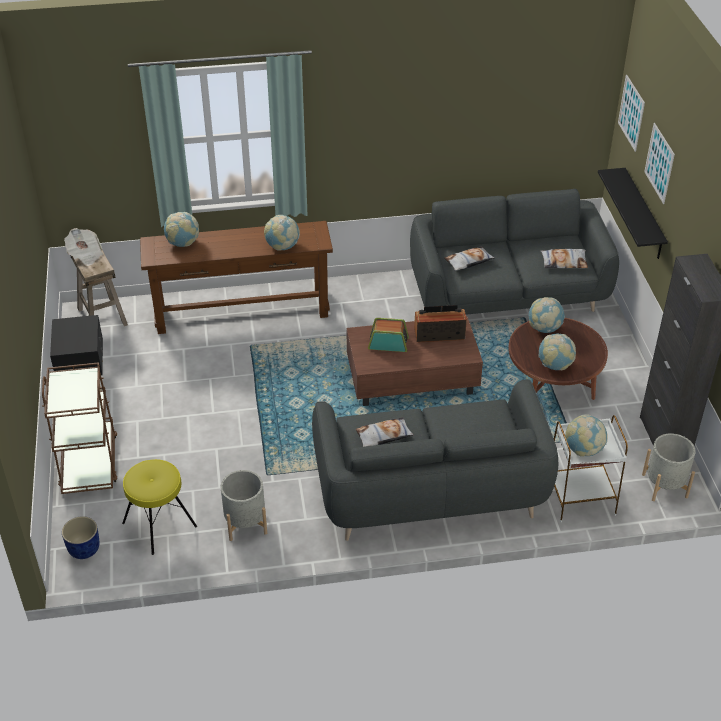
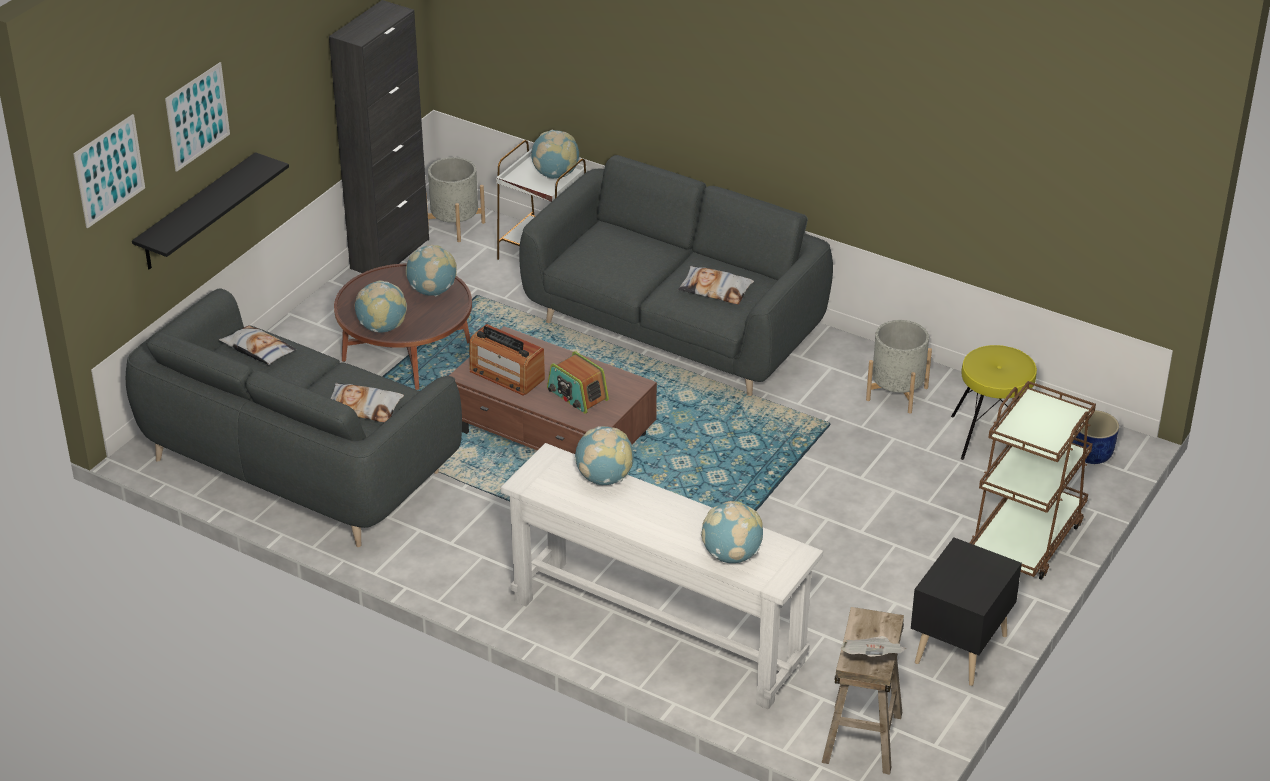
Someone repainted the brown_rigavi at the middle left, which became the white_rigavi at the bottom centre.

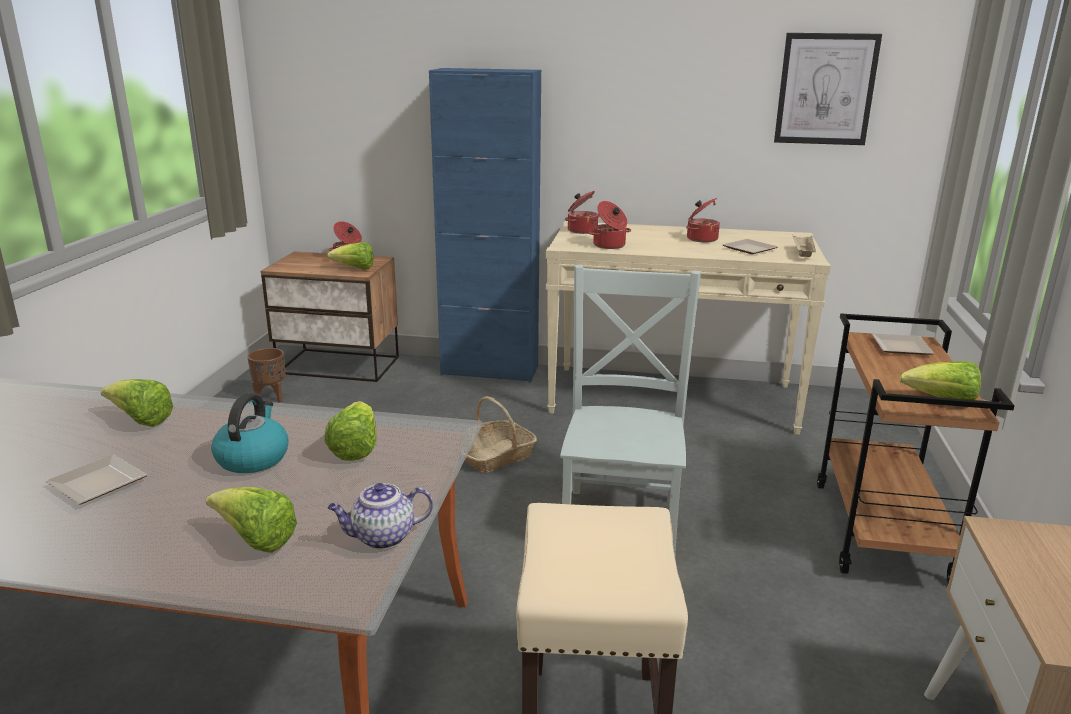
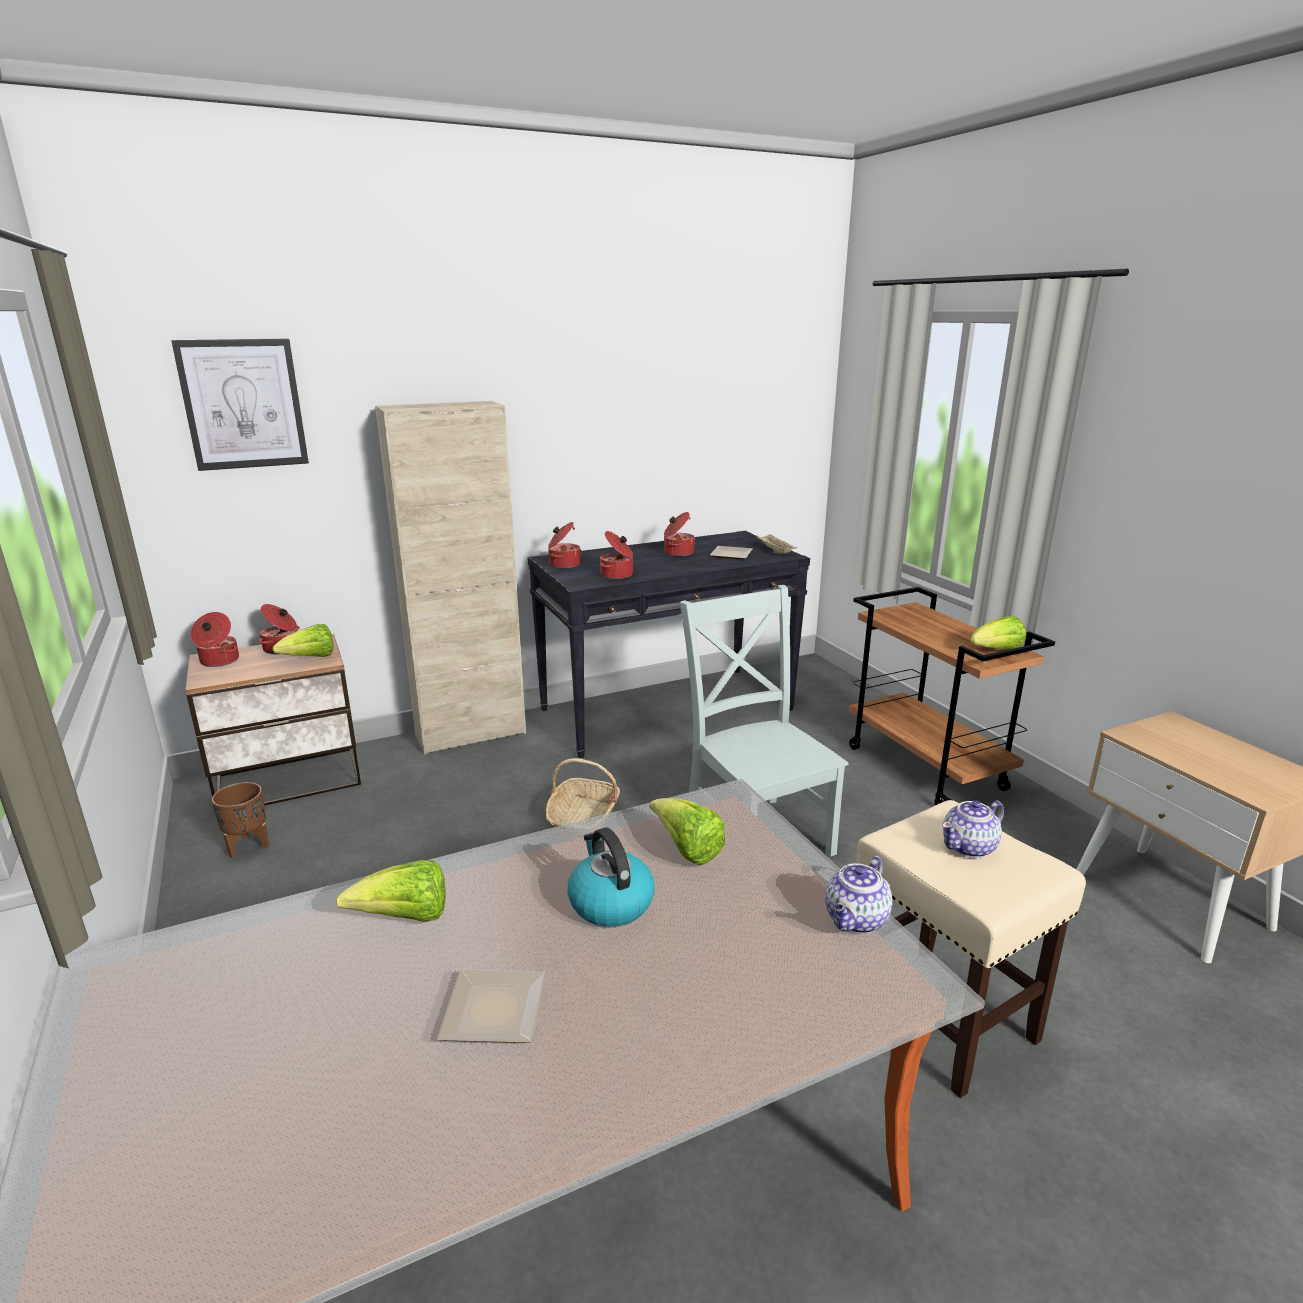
Someone took away the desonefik (no. 2 from left) at the bottom left.
Someone repainted the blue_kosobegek at the top centre, which became the beige_kosobegek at the centre.
Someone repainted the beige_rigavi at the centre, which became the black_rigavi at the centre.
Someone carried the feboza from the top right to the top left.
Someone took away the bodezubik (no. 3 from left) at the middle right.
Someone put down the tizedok (no. 1 from left) at the middle left.
Someone put down the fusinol (no. 2 from left) at the middle right.

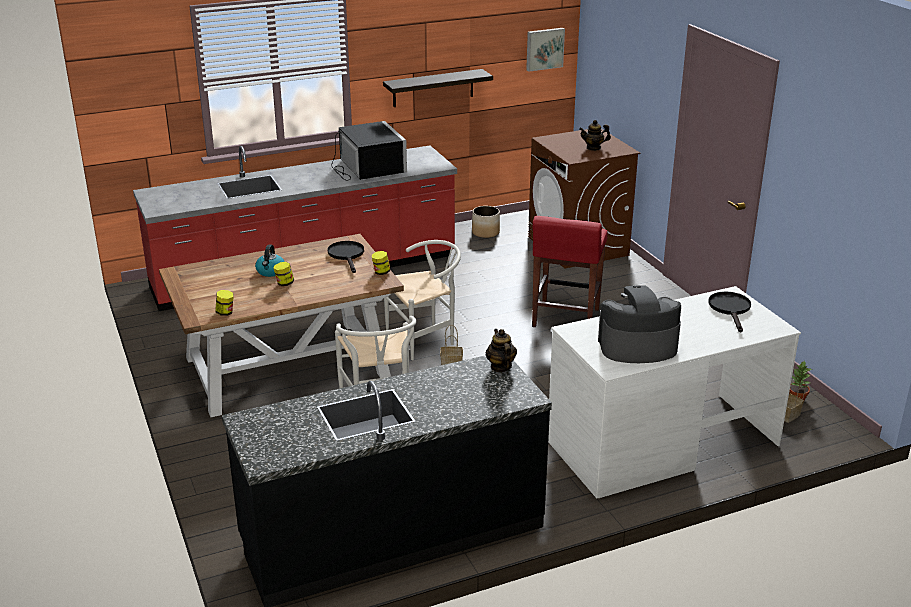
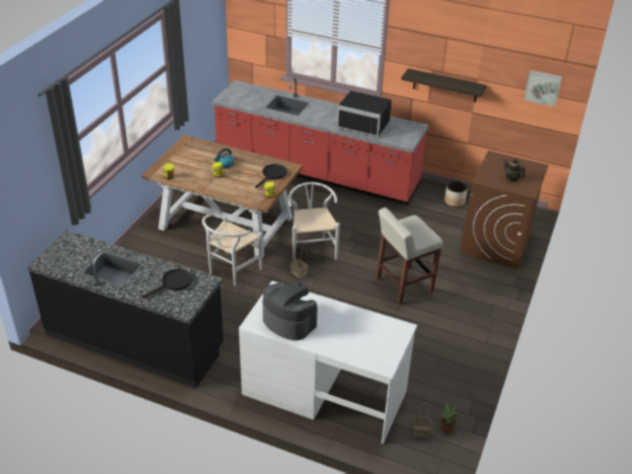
Someone rotated the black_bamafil at the top centre by 90 degrees clockwise.
Someone rotated the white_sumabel (no. 2 from left) at the centre by 120 degrees counterclockwise.
Someone took away the fusinol (no. 1 from left) at the centre.
Someone repainted the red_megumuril at the centre, which became the beige_megumuril at the centre.
Someone carried the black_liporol (no. 2 from left in the first image) from the middle right to the middle left.

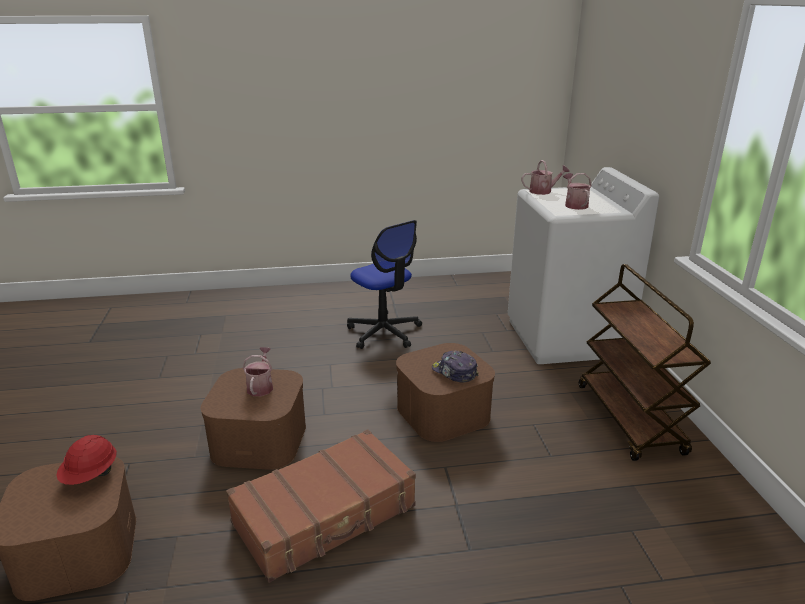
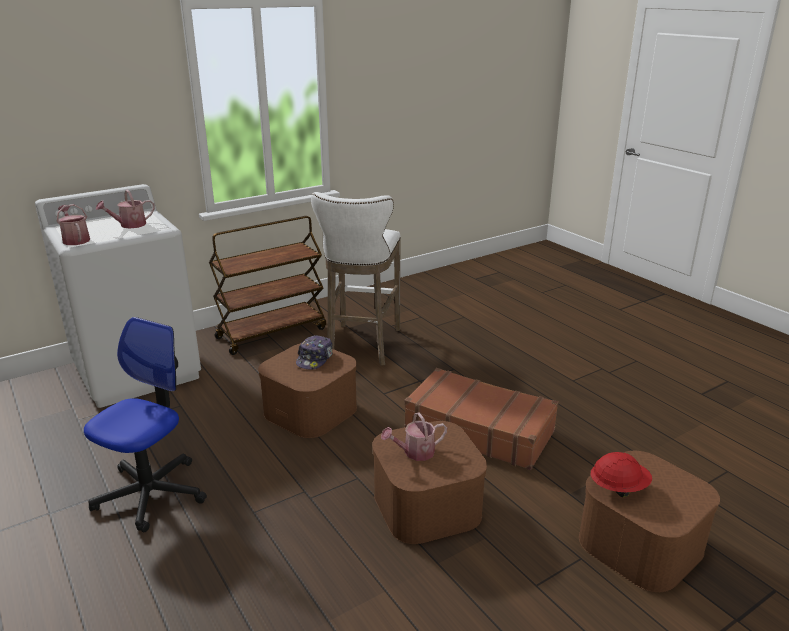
Someone put down the white_megumuril at the centre.

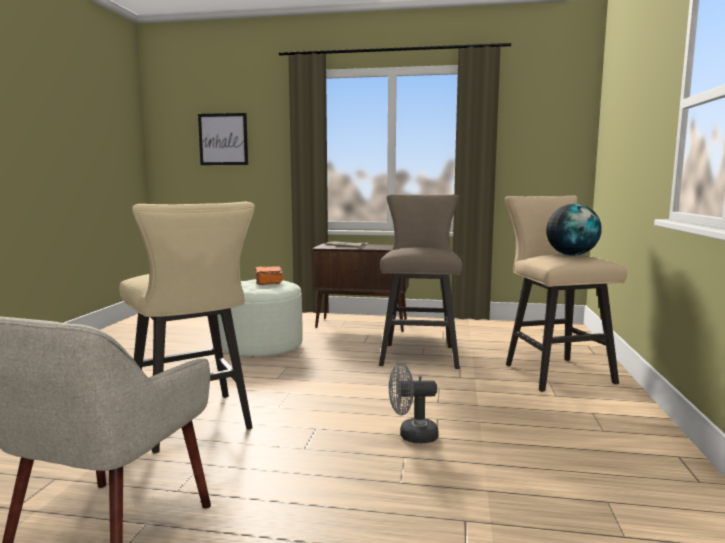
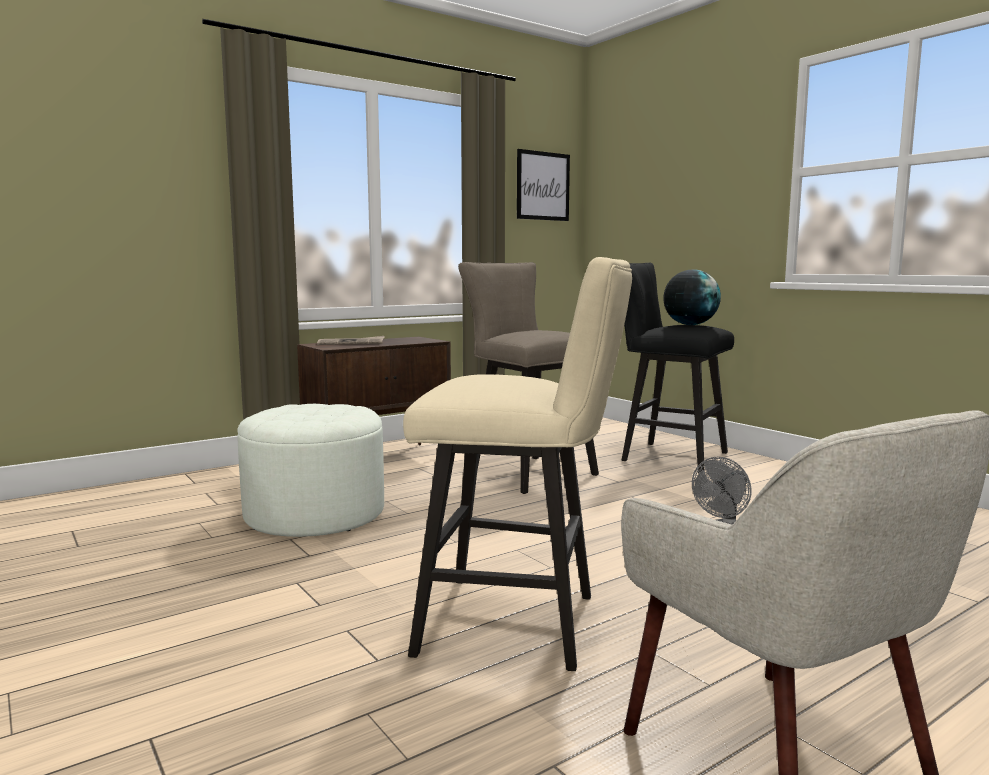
Someone carried the feboza from the top left to the top centre.
Someone took away the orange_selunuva at the centre.
Someone repainted the beige_megumuril (no. 3 from left) at the middle right, which became the black_megumuril at the middle right.

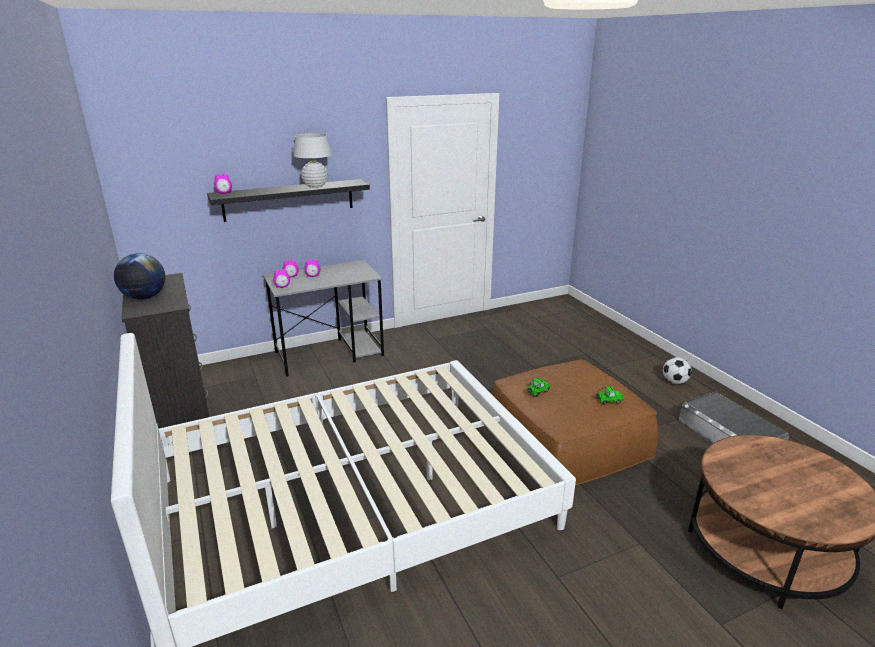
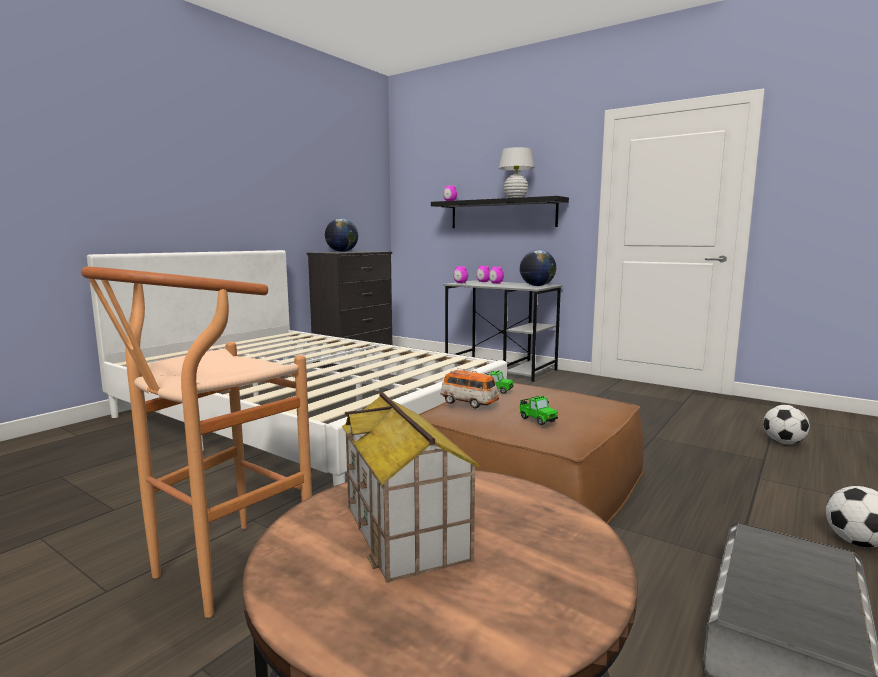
Someone put down the brown_megumuril at the middle left.
Someone put down the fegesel at the bottom centre.
Someone put down the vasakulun (no. 1 from left) at the centre.
Someone put down the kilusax (no. 2 from left) at the centre.
Someone put down the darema (no. 1 from left) at the middle right.

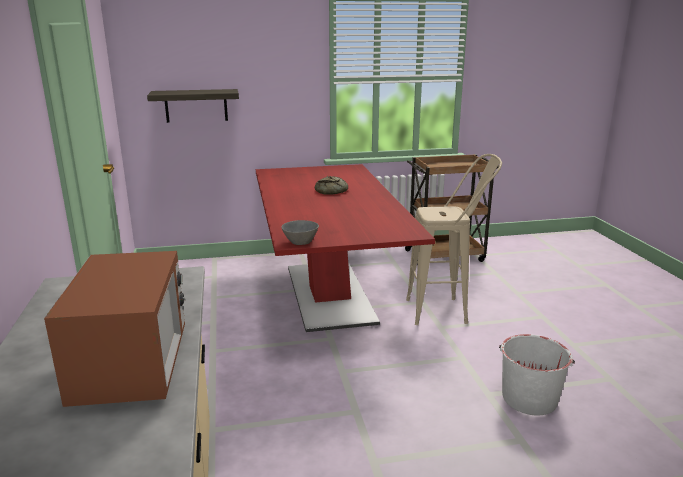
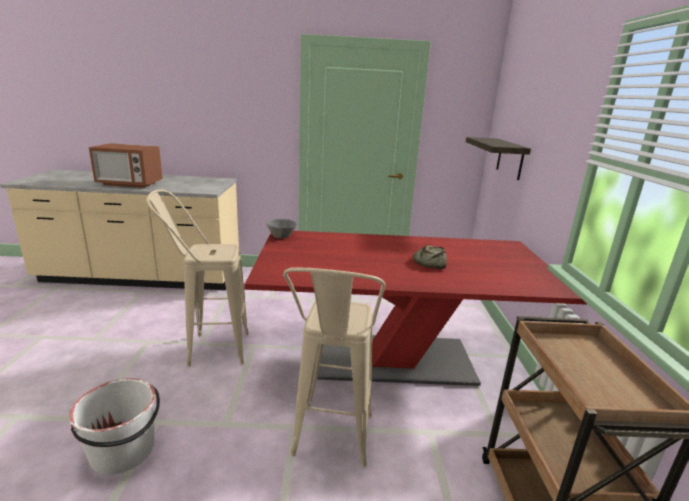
Someone put down the beige_megumuril (no. 1 from left) at the middle left.

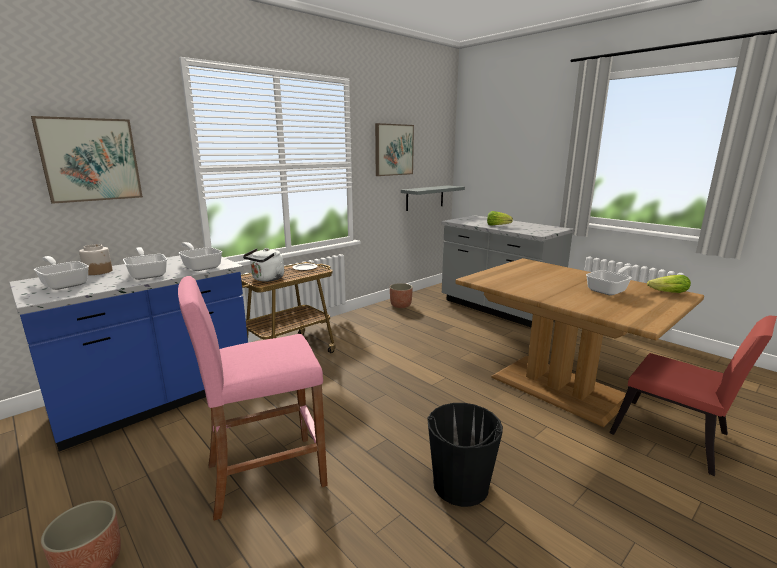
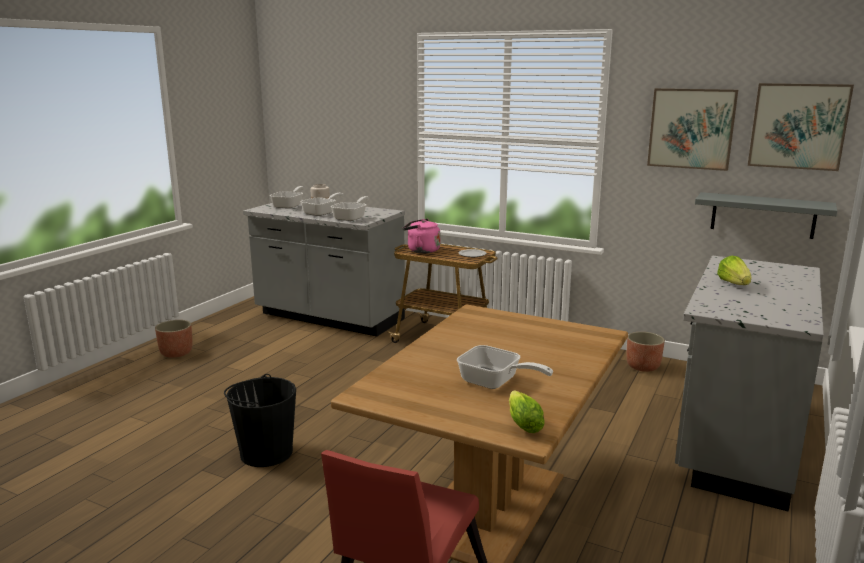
Someone repainted the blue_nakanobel at the middle left, which became the grey_nakanobel (no. 1 from left) at the centre.
Someone carried the feboza (no. 1 from left in the first image) from the top left to the top right.
Someone took away the pink_megumuril at the bottom left.
Someone repainted the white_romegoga at the centre, which became the pink_romegoga at the centre.

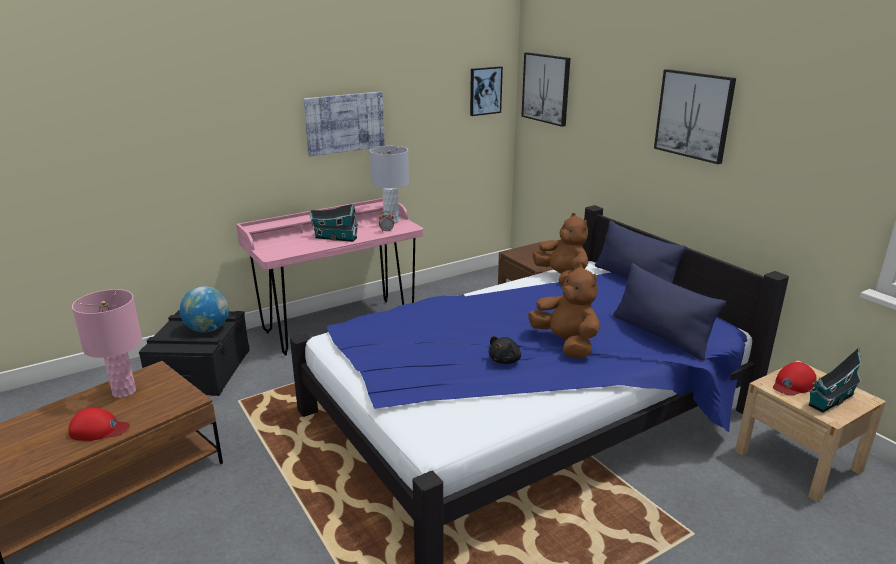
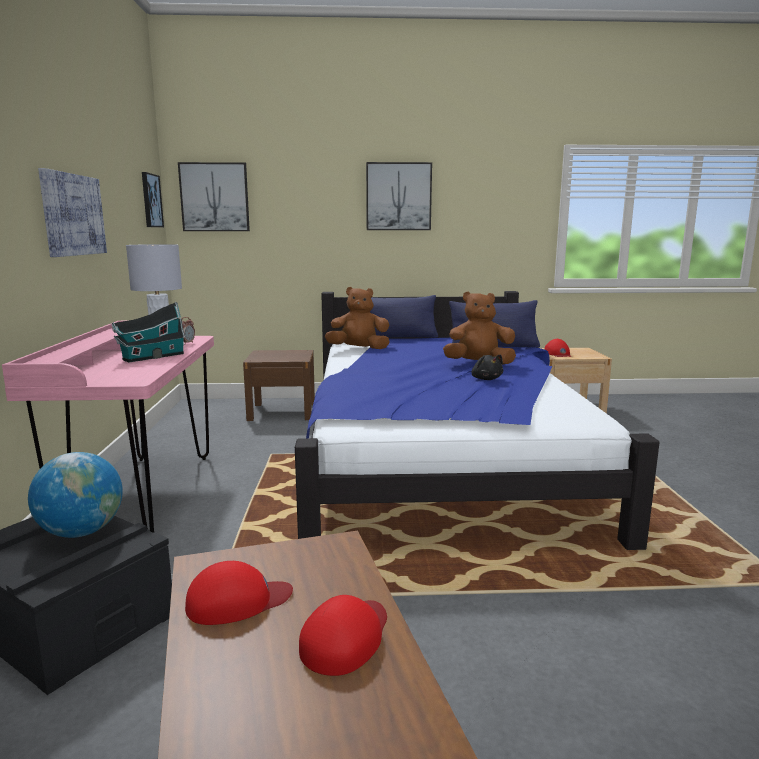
Someone swapped the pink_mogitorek at the middle left for the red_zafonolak (no. 1 from left) at the bottom left.
Someone took away the fegesel (no. 2 from left) at the bottom right.

